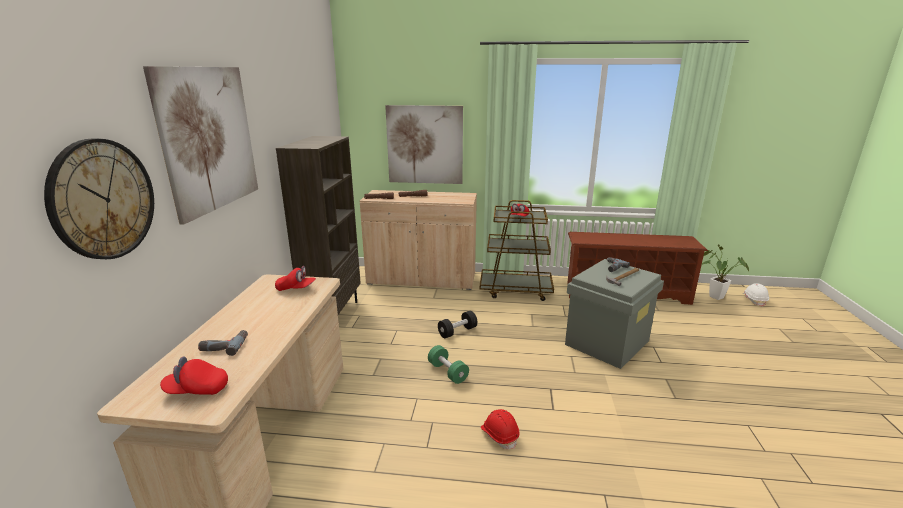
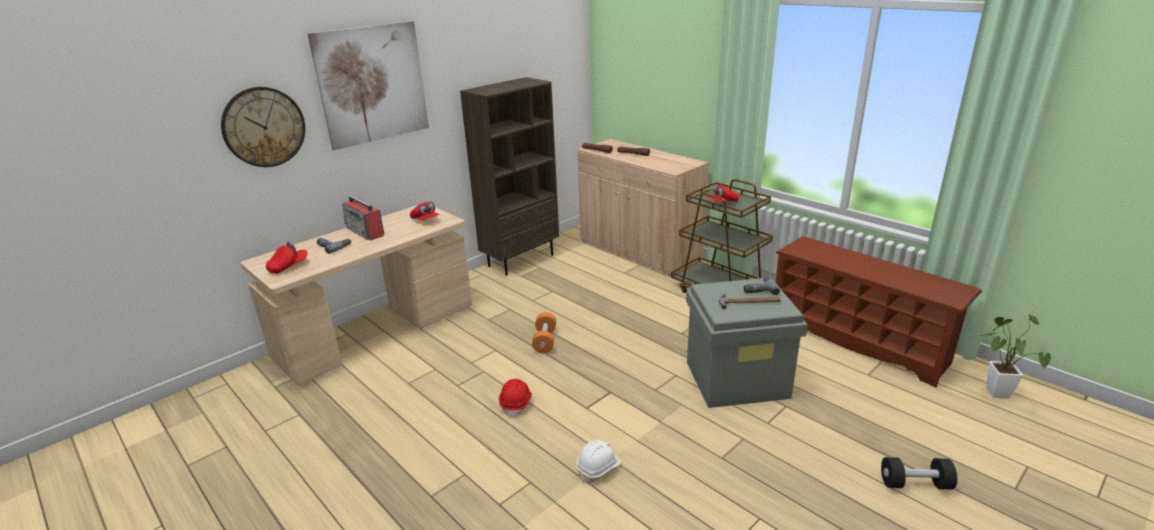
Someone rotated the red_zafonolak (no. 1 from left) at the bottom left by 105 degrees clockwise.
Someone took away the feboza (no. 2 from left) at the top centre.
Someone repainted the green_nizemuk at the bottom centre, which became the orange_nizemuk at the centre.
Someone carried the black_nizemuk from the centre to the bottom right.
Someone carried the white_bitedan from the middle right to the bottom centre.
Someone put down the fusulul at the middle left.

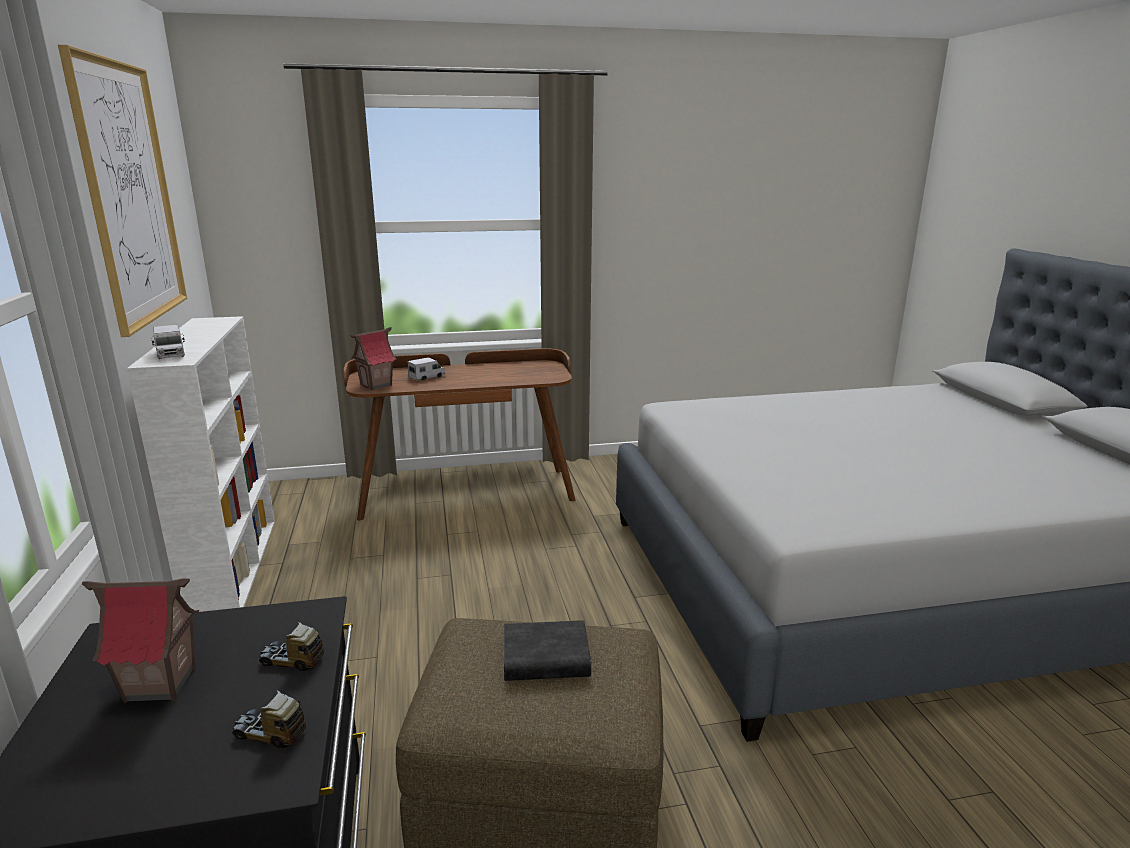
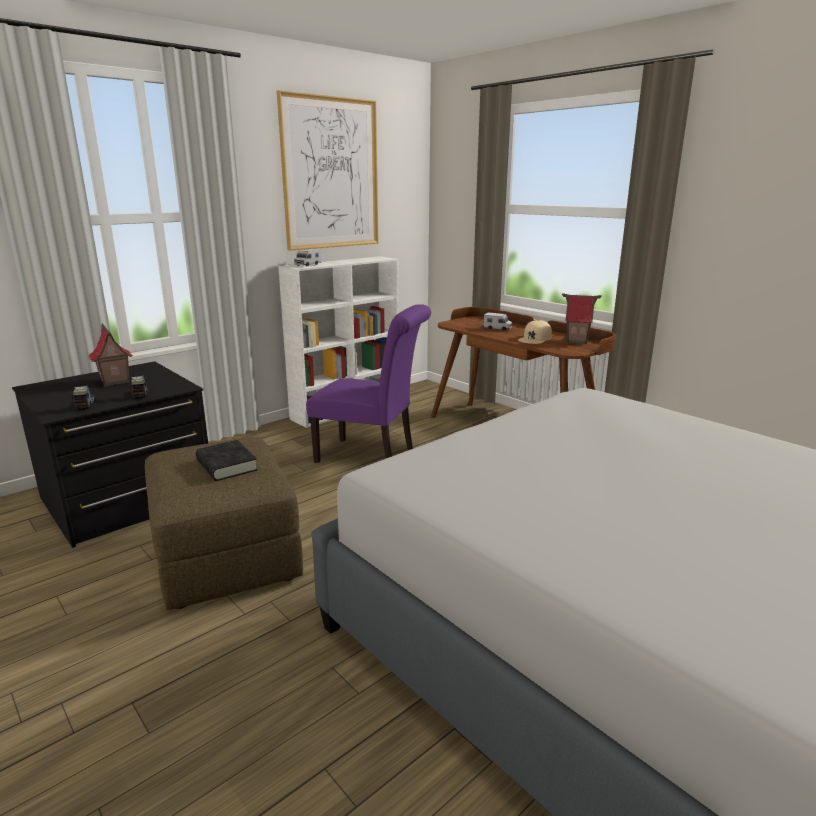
Someone carried the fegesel (no. 2 from left) from the middle left to the middle right.
Someone put down the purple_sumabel at the centre.
Someone put down the beige_zafonolak at the centre.

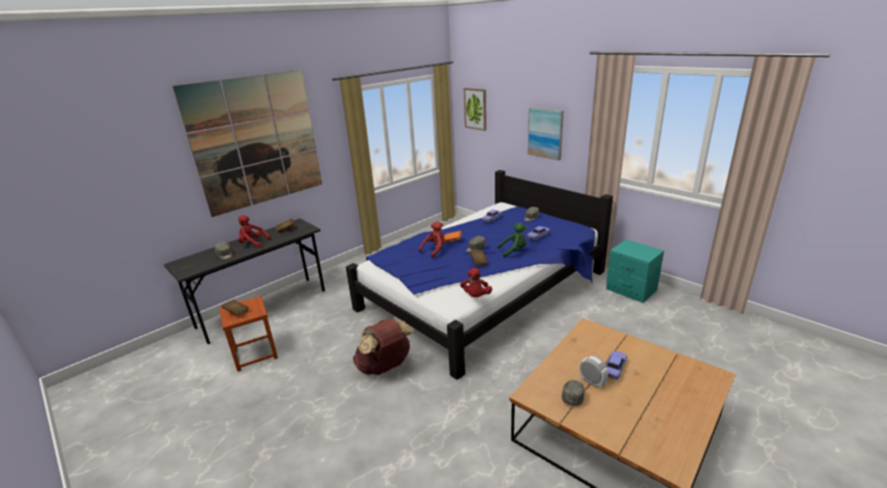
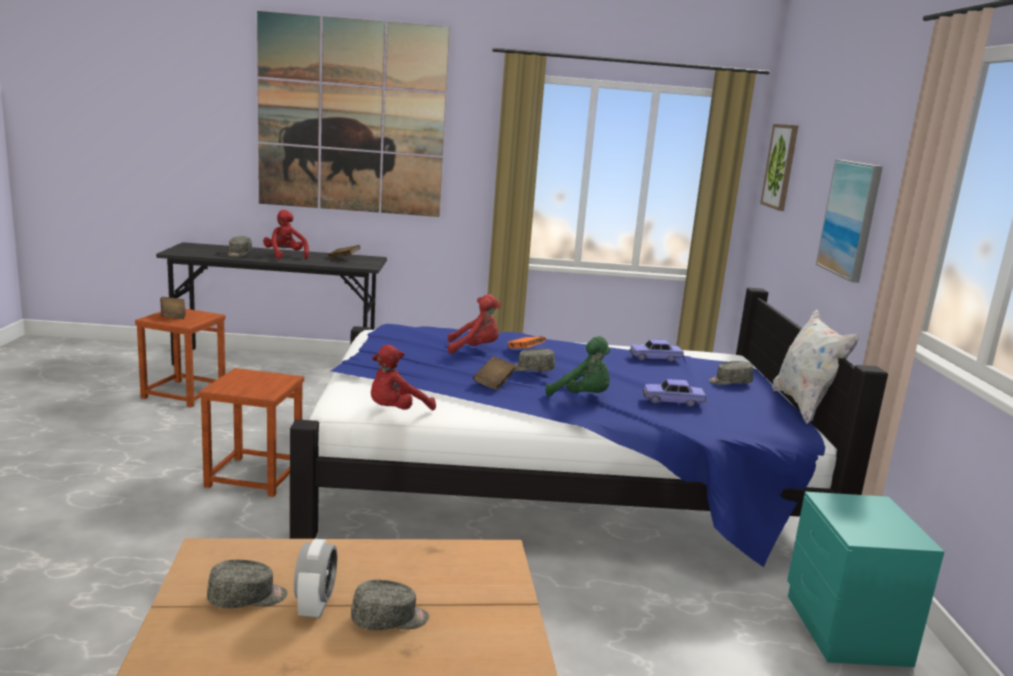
Someone swapped the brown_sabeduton at the bottom centre for the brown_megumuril (no. 2 from left) at the middle left.
Someone swapped the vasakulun (no. 3 from left) at the bottom right for the grey_zafonolak (no. 3 from left) at the bottom centre.
Someone put down the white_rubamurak at the middle right.

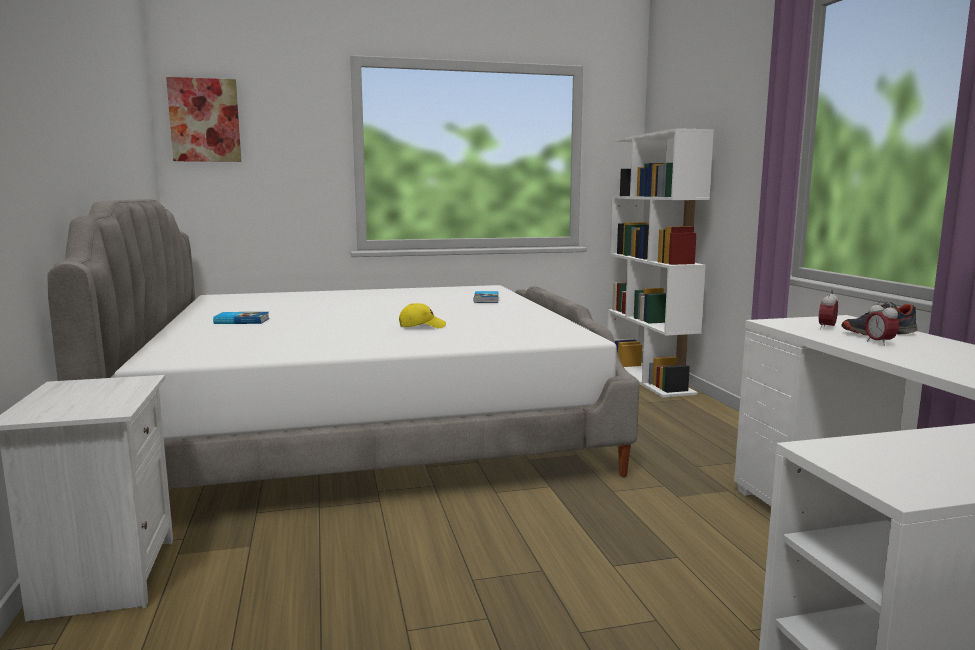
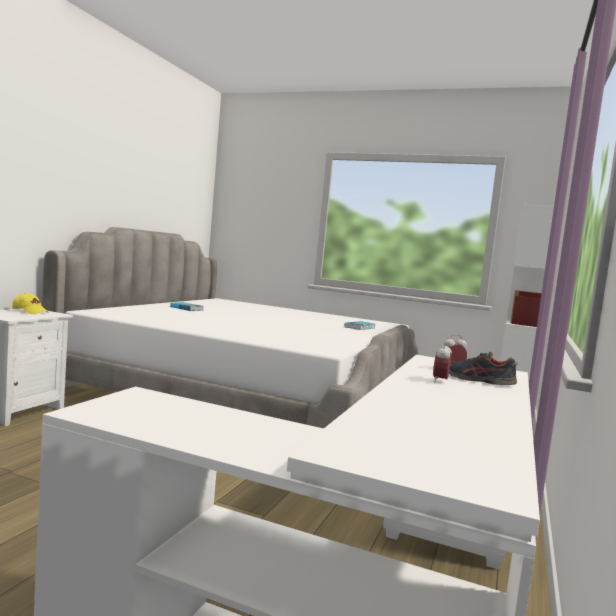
Someone took away the feboza at the top left.
Someone carried the yellow_zafonolak from the centre to the middle left.

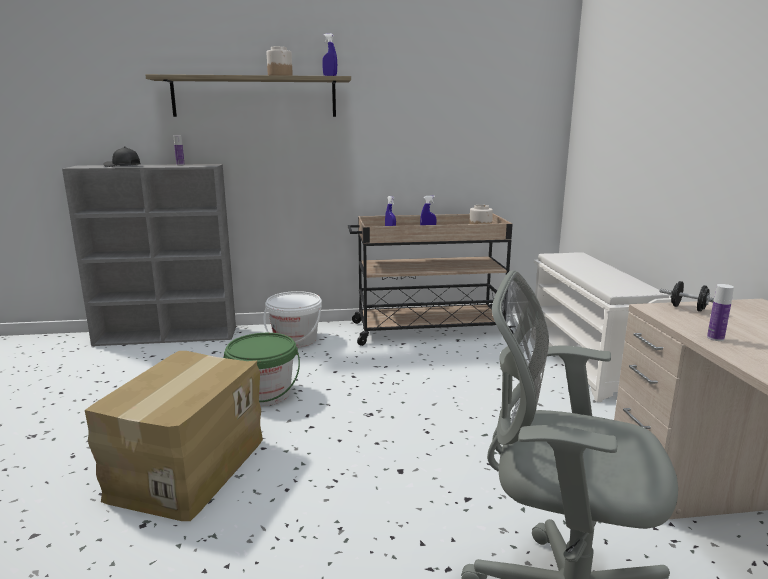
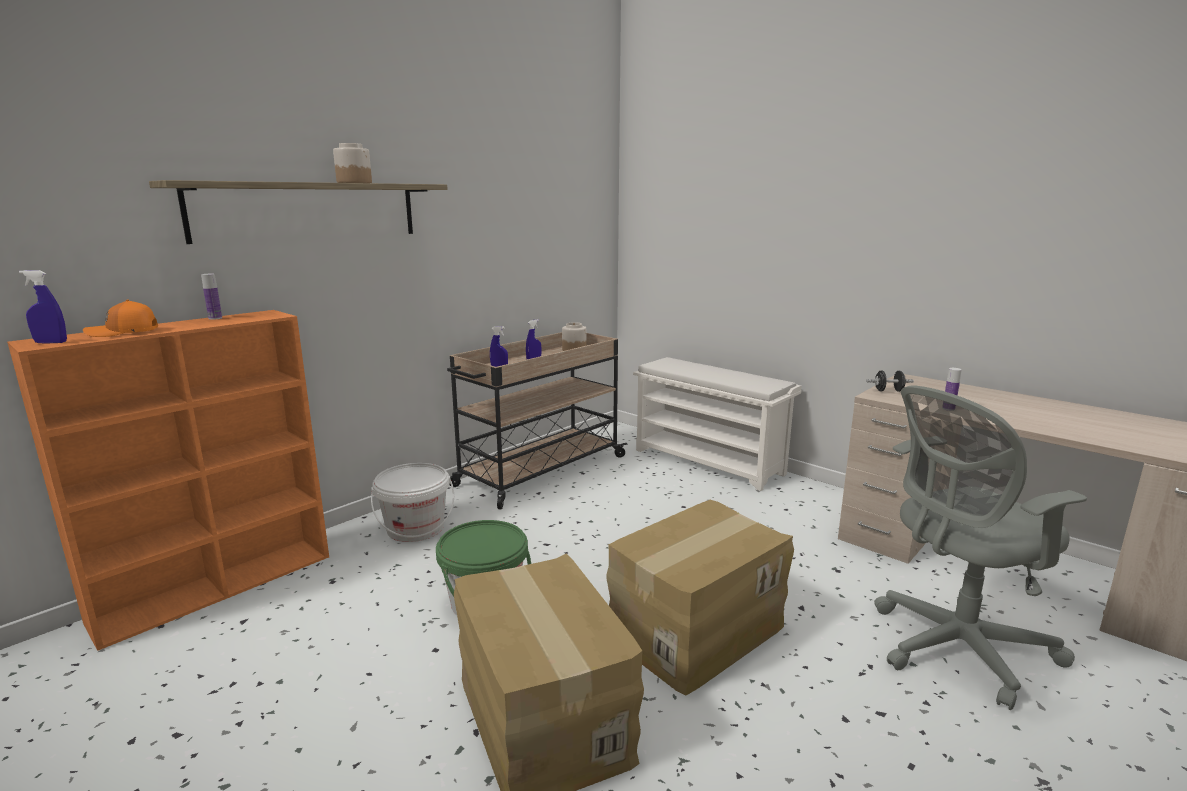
Someone repainted the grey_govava at the middle left, which became the orange_govava at the middle left.
Someone repainted the black_zafonolak at the top left, which became the orange_zafonolak at the middle left.
Someone carried the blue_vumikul (no. 1 from left) from the top centre to the middle left.
Someone put down the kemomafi (no. 2 from left) at the bottom centre.

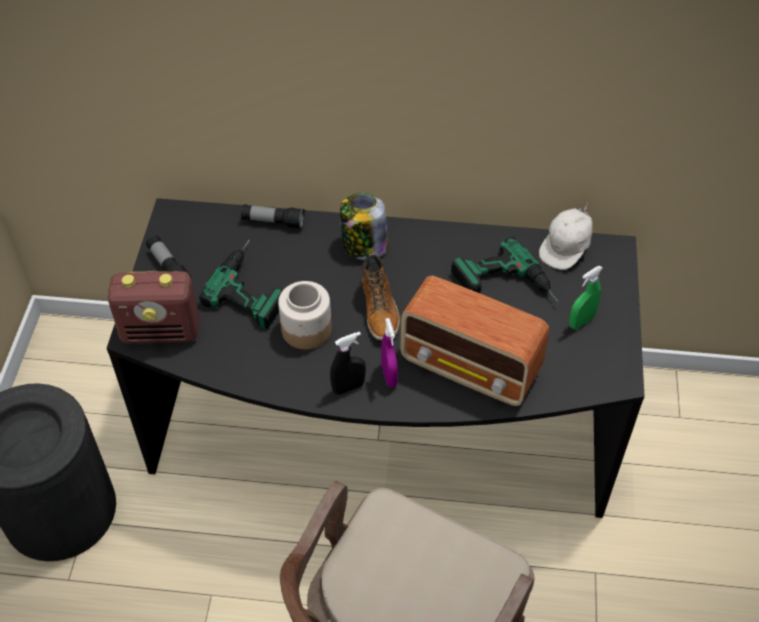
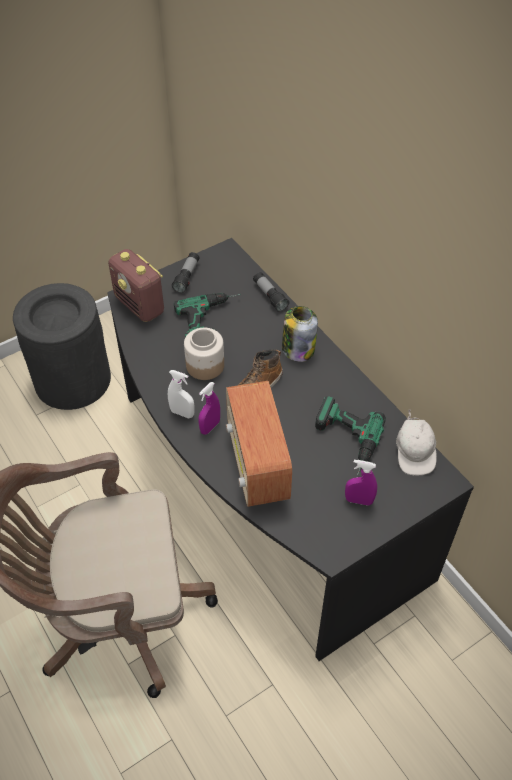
Someone repainted the black_vumikul at the centre, which became the white_vumikul at the centre.
Someone rotated the white_zafonolak at the middle right by 90 degrees counterclockwise.
Someone repainted the green_vumikul at the middle right, which became the purple_vumikul (no. 2 from left) at the middle right.

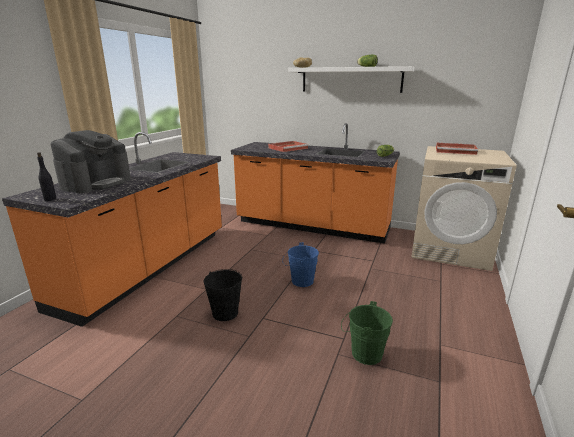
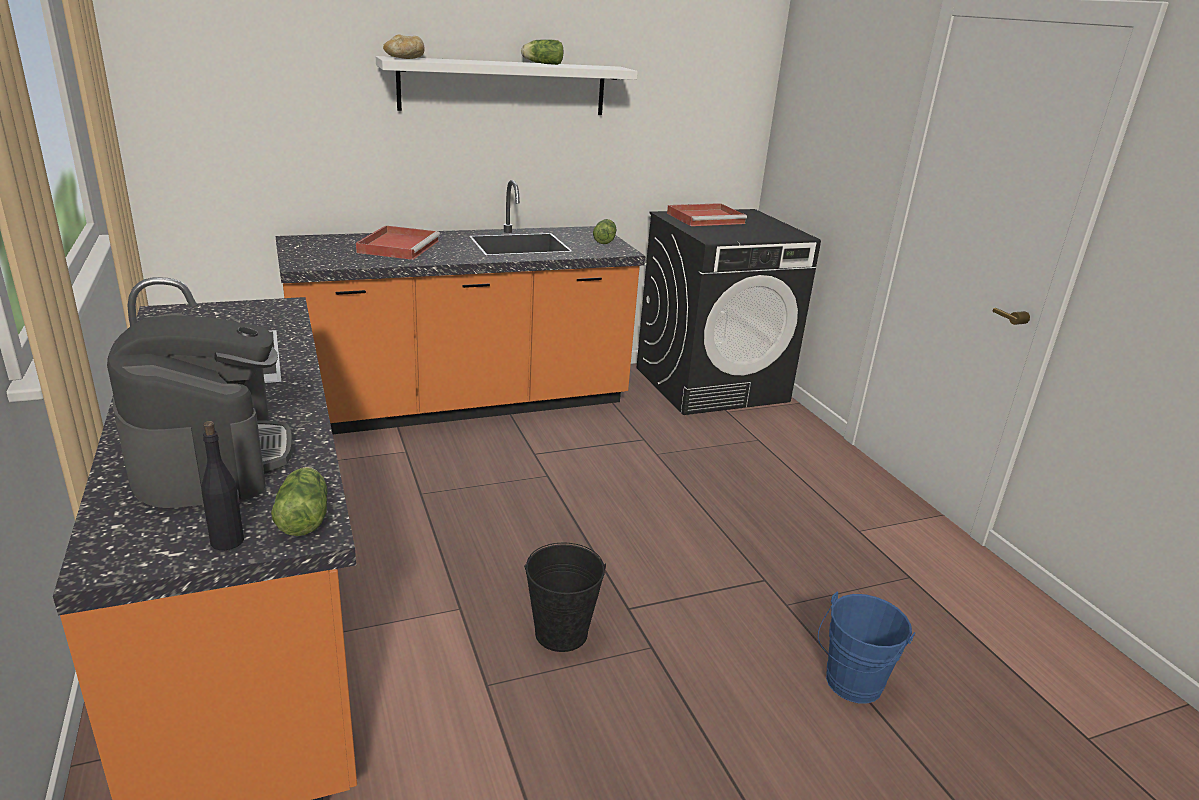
Someone carried the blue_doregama from the centre to the bottom right.
Someone took away the green_doregama at the bottom centre.
Someone repainted the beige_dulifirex at the middle right, which became the black_dulifirex at the centre.
Someone put down the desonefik (no. 1 from left) at the middle left.

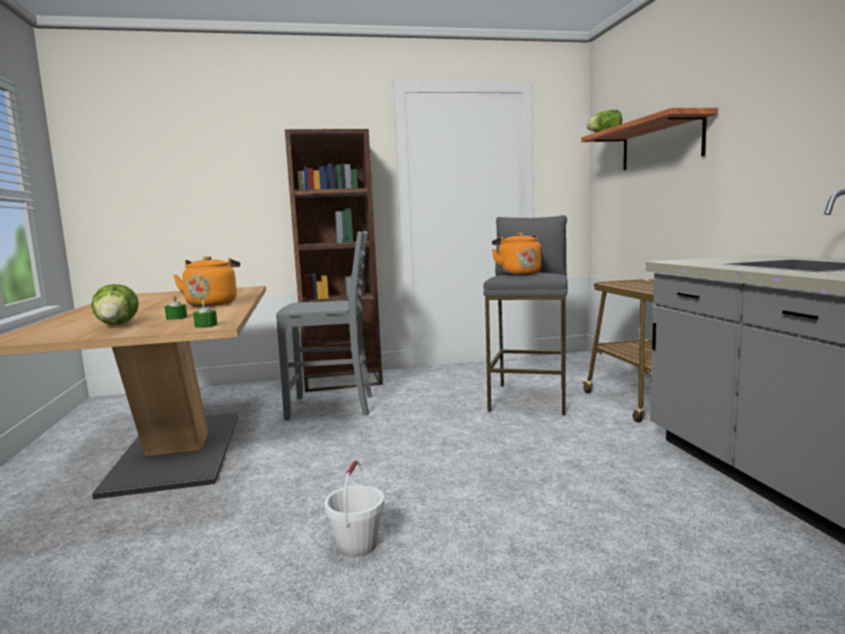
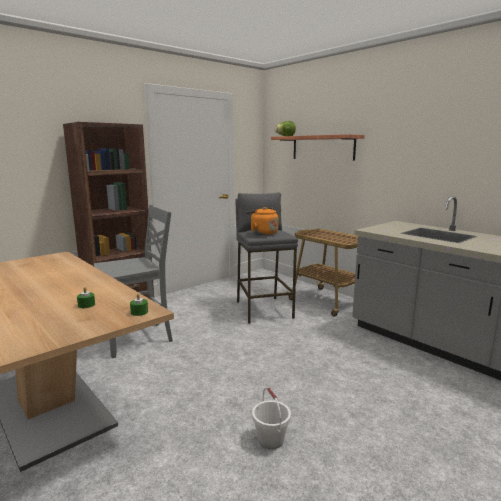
Someone took away the desonefik (no. 1 from left) at the middle left.
Someone took away the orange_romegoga (no. 1 from left) at the middle left.

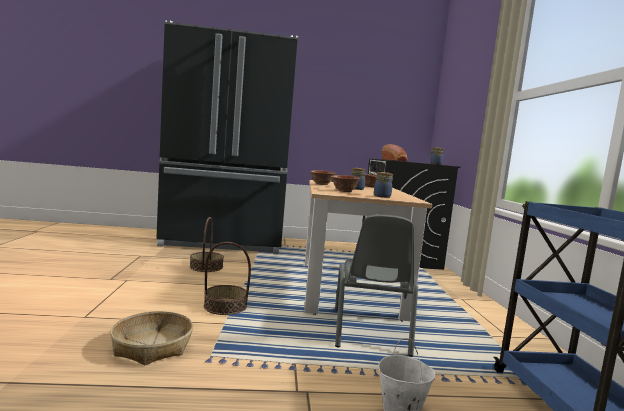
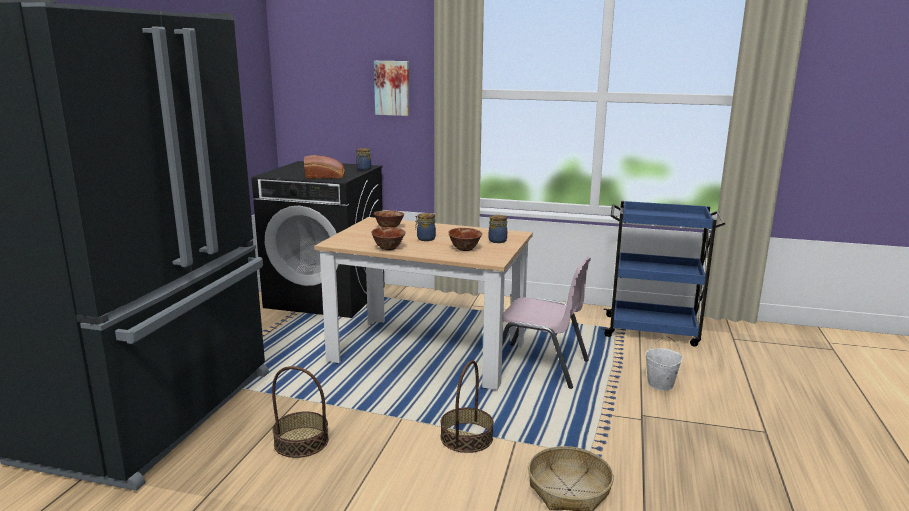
Someone repainted the grey_sumabel at the bottom centre, which became the pink_sumabel at the centre.
Someone put up the feboza at the top centre.

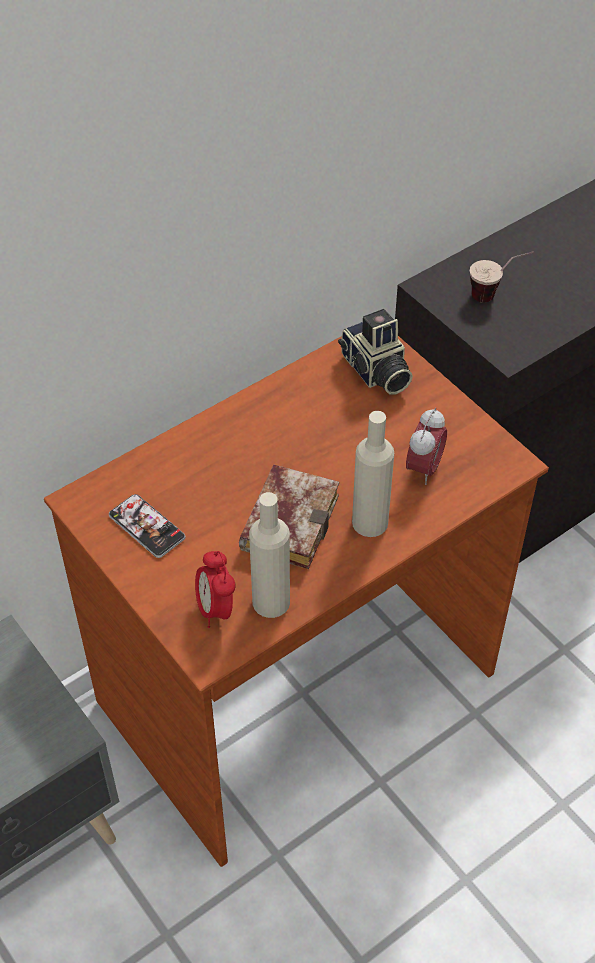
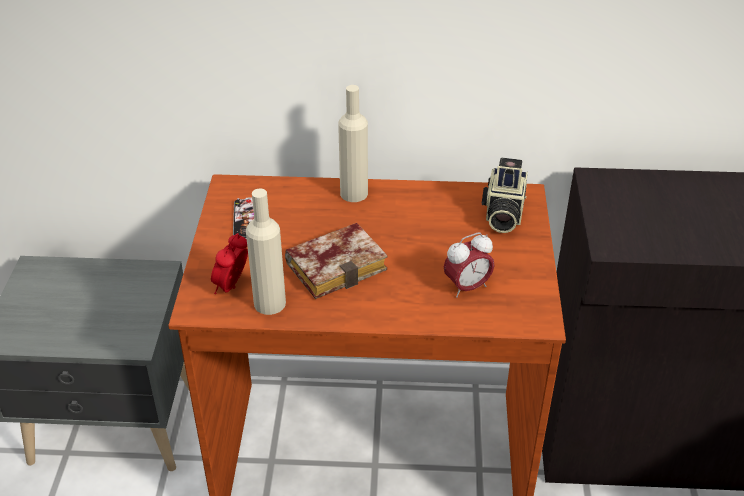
Someone carried the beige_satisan (no. 2 from left) from the centre to the top centre.
Someone took away the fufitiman at the top right.

